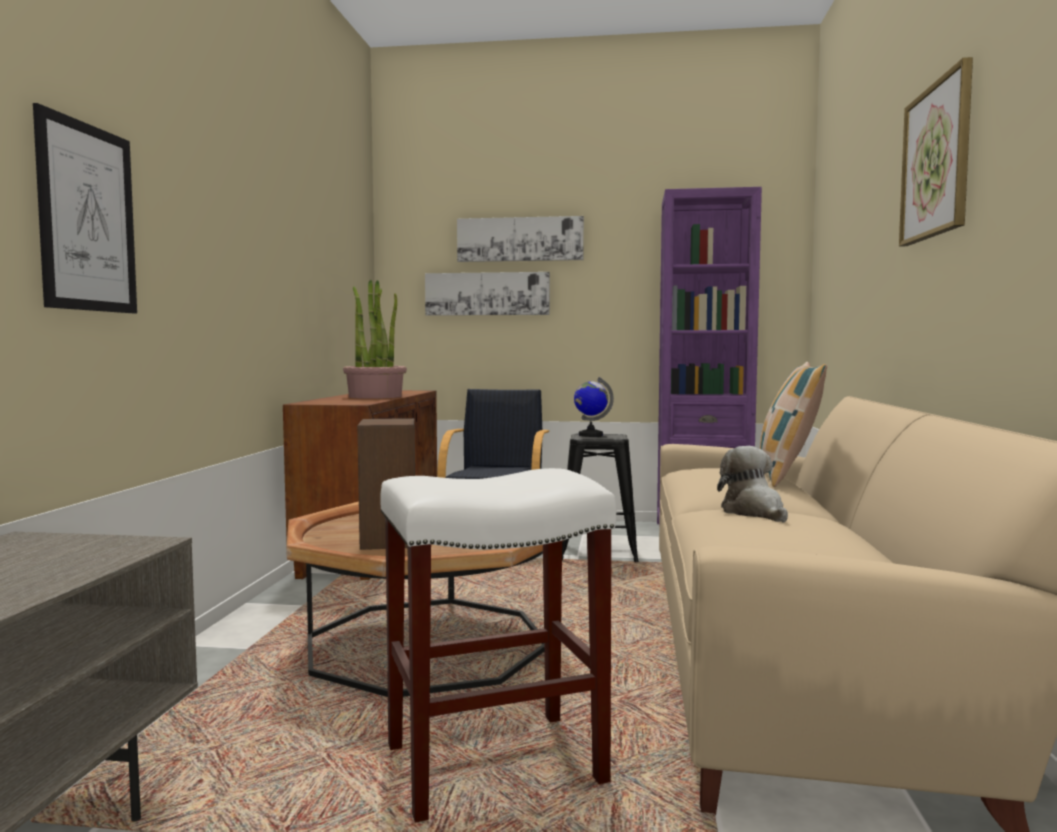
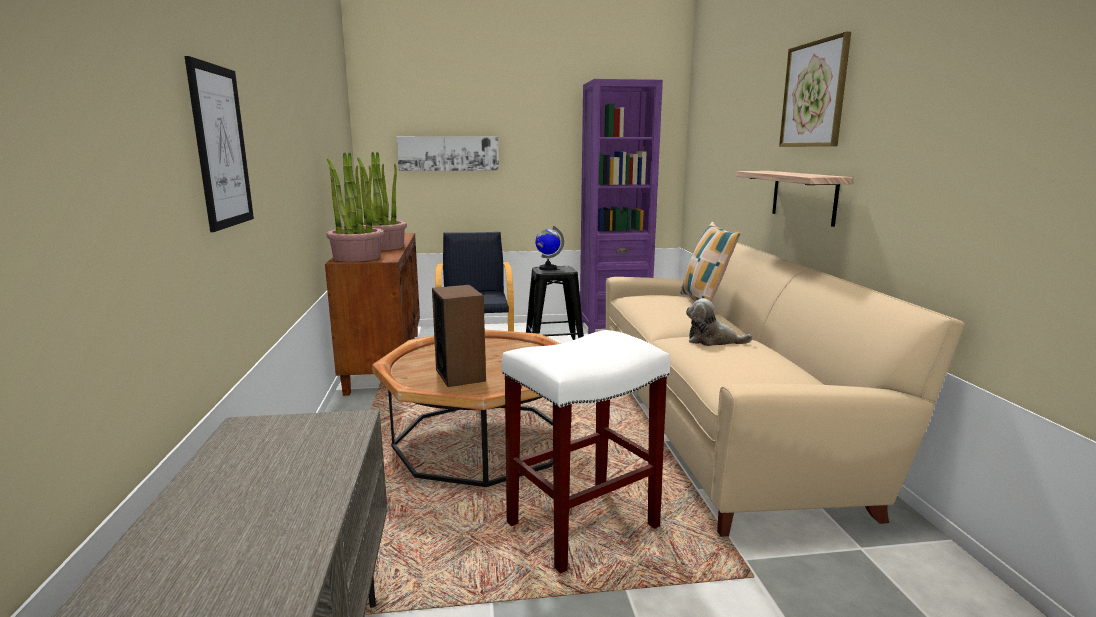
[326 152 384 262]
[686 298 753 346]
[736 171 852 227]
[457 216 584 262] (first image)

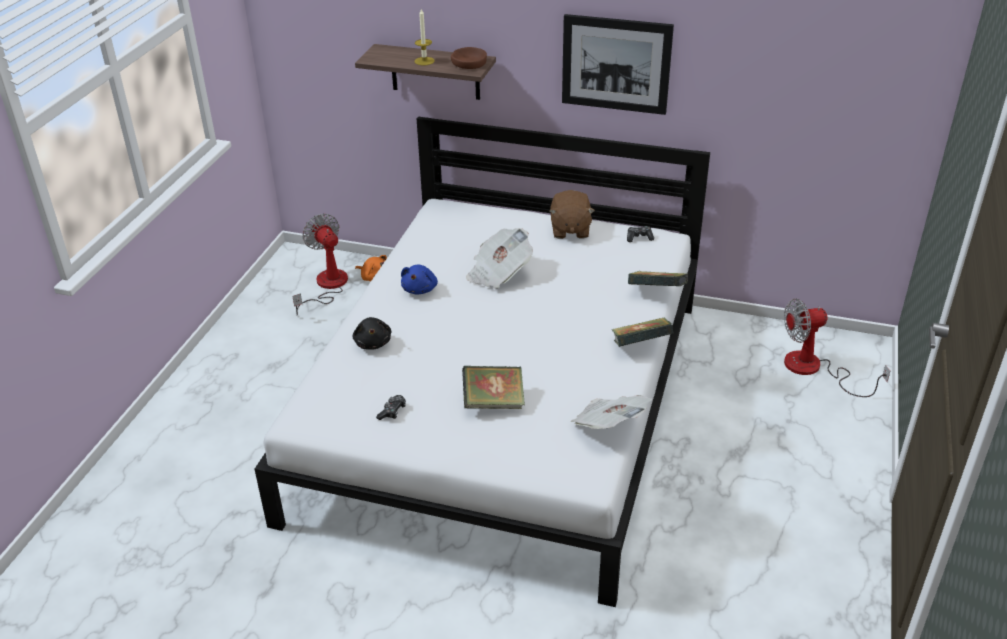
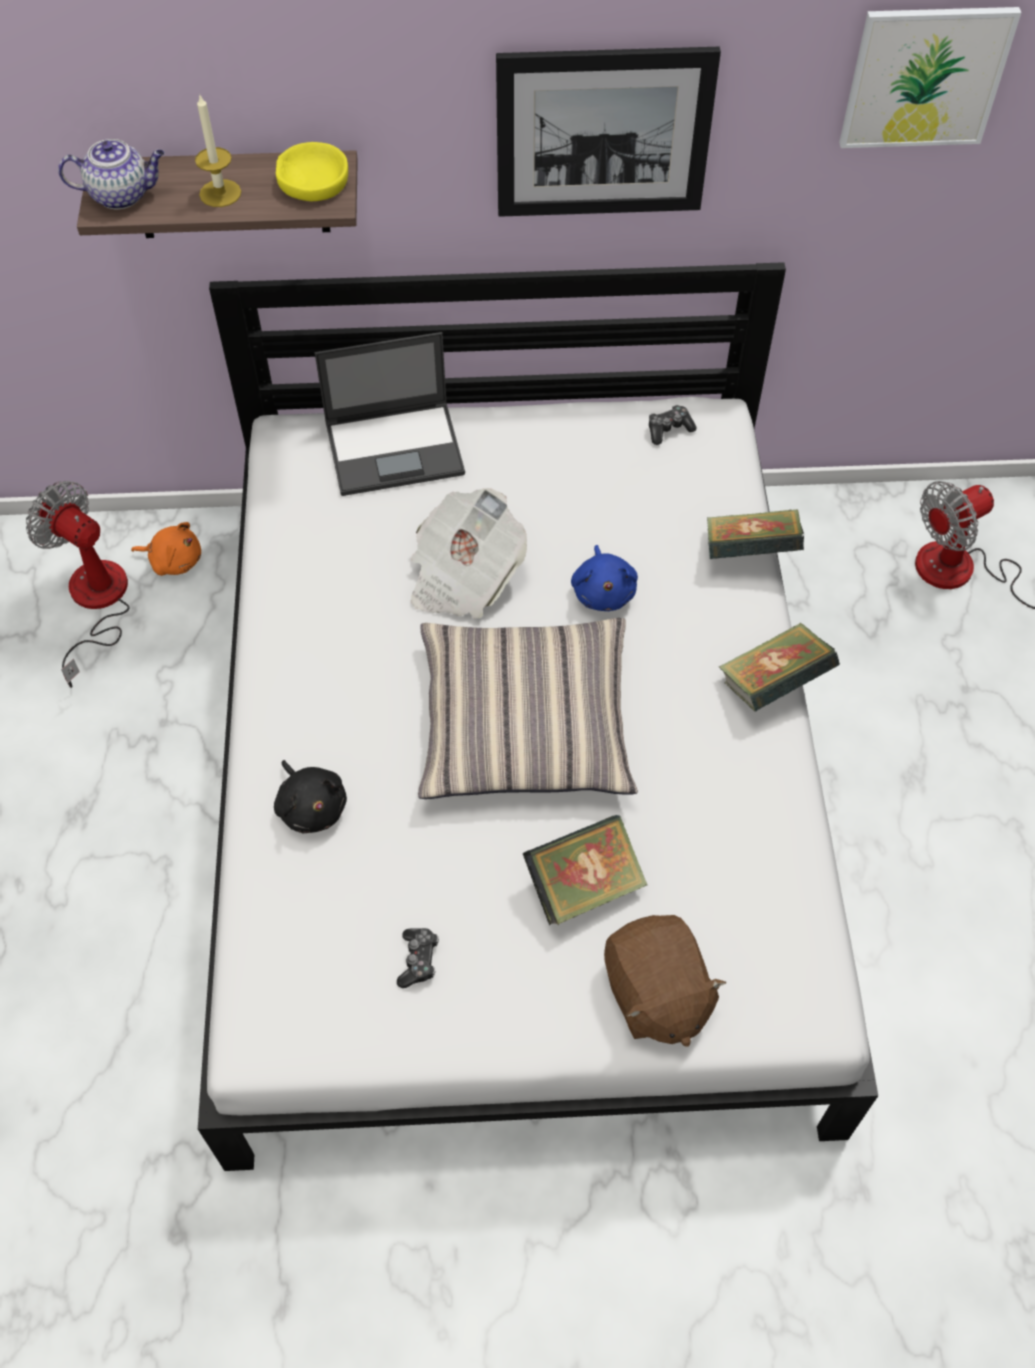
[58 139 165 209]
[276 142 348 201]
[315 332 465 496]
[418 618 638 799]
[571 545 638 611]
[604 915 727 1047]
[839 7 1021 148]
[571 395 652 429] (first image)

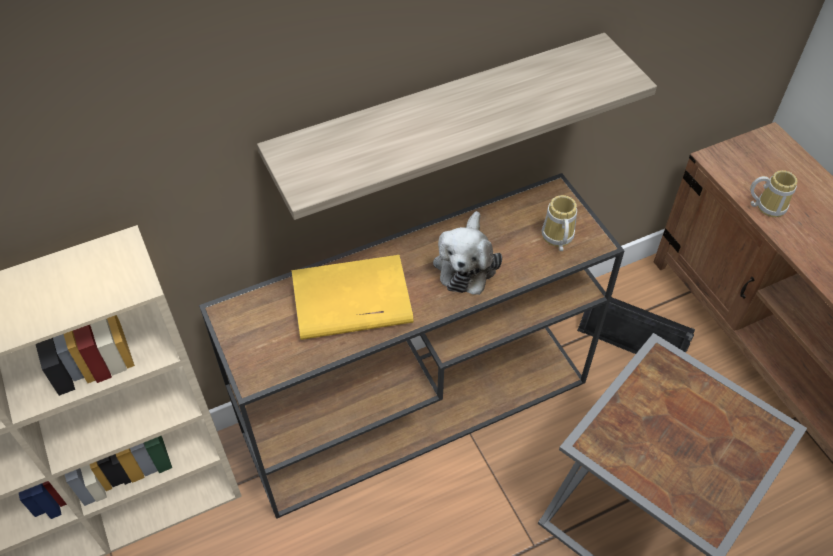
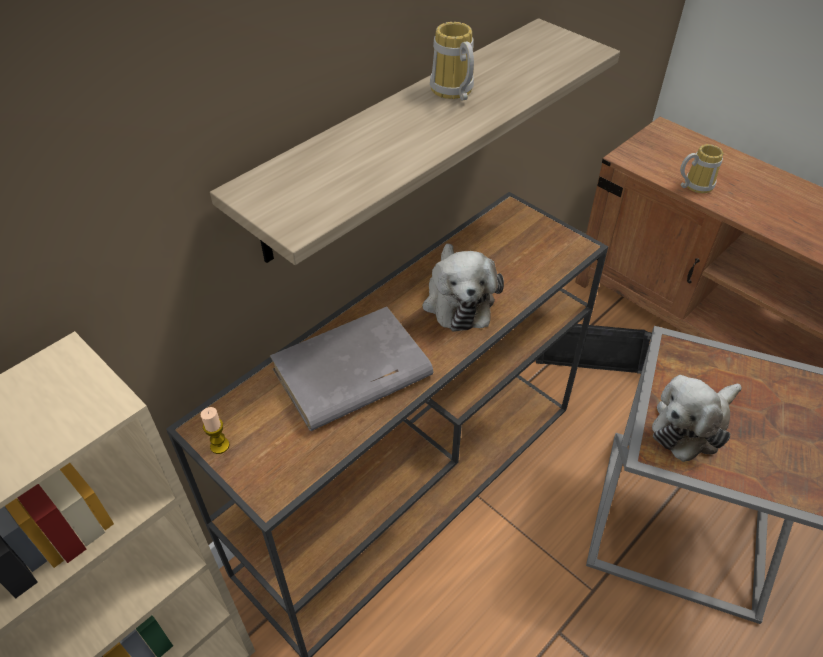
[201 407 230 454]
[270 307 433 431]
[430 22 474 100]
[652 375 742 462]

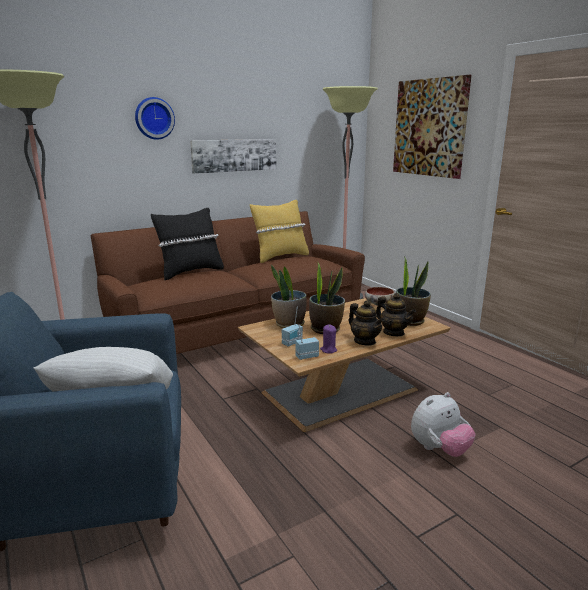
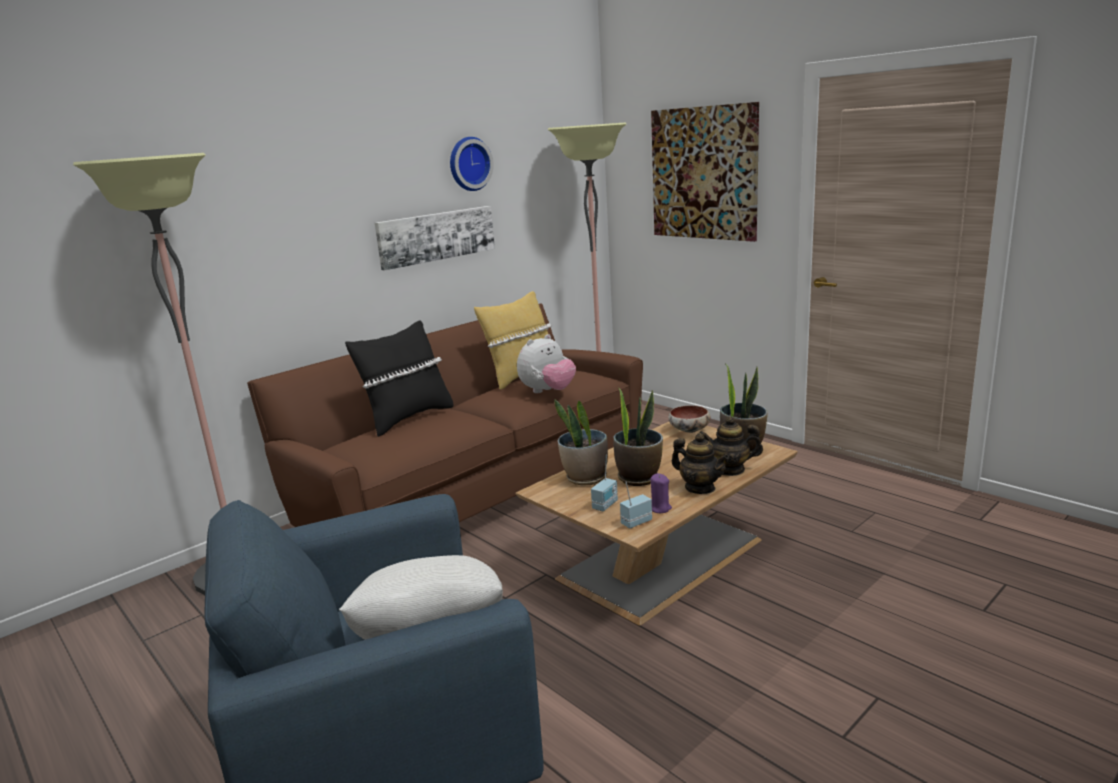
[450 137 494 191]
[517 334 576 393]
[700 416 763 476]

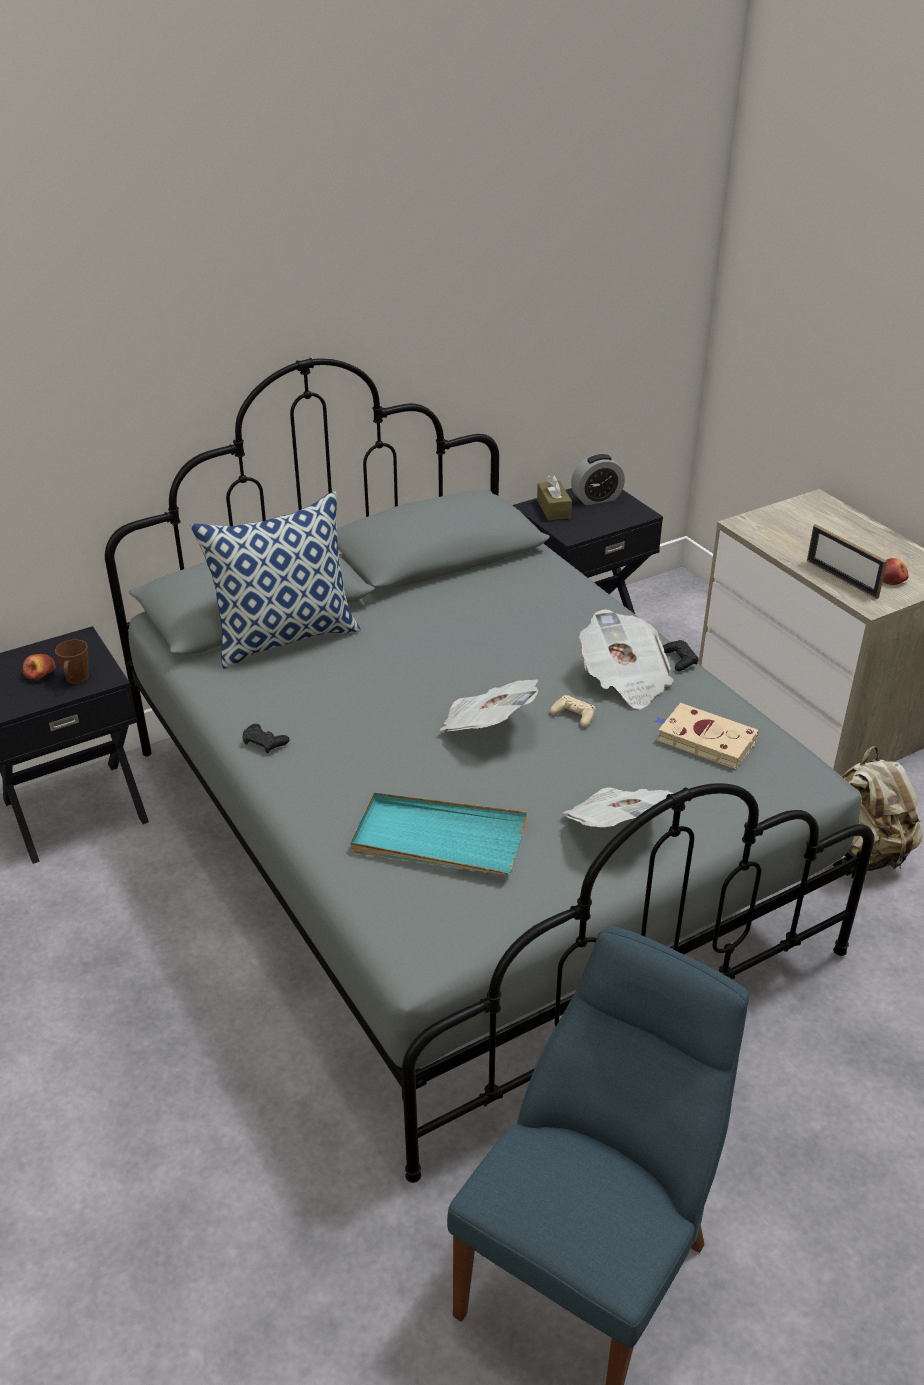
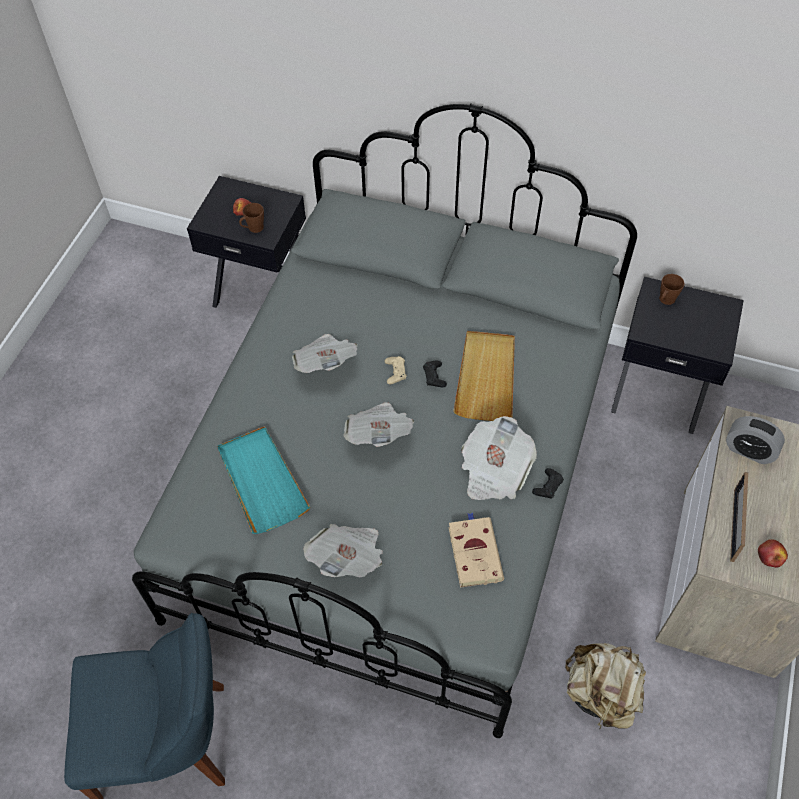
[292 334 357 373]
[385 356 407 384]
[423 361 447 387]
[453 331 515 421]
[659 274 684 305]
[726 416 785 464]
[191 491 361 669] (first image)

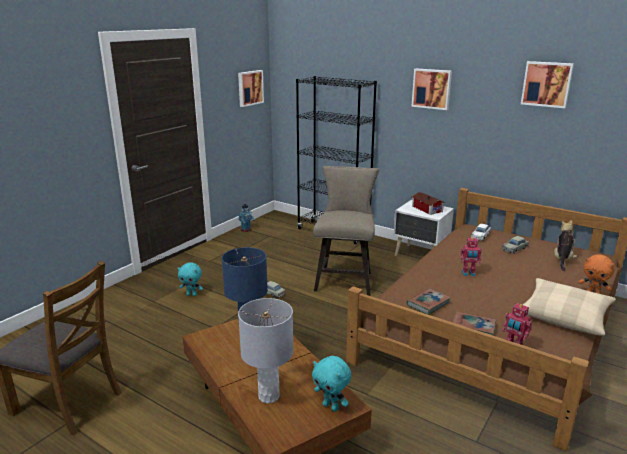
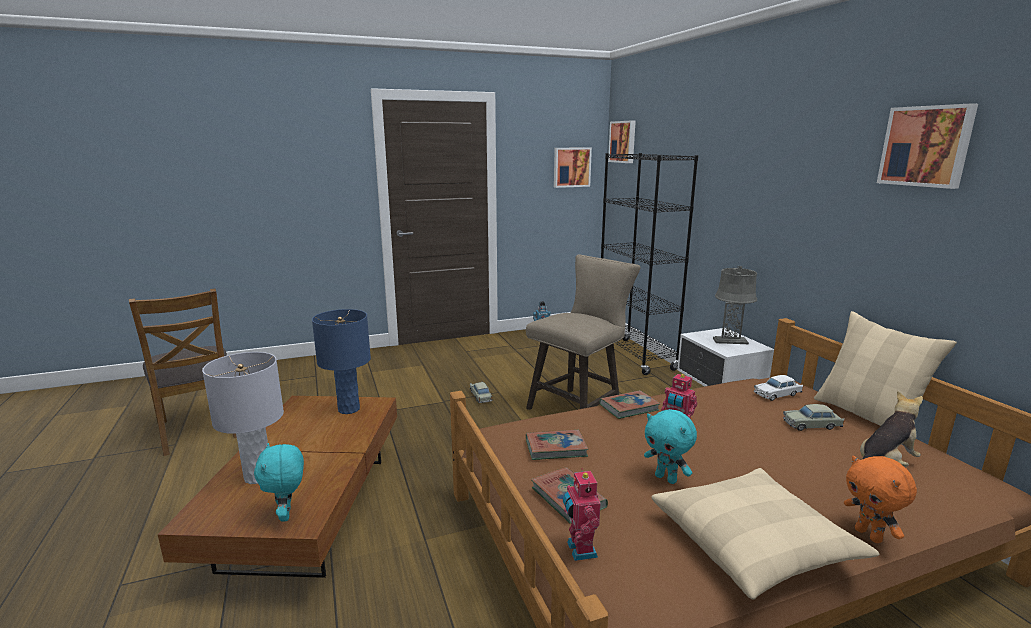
[599 390 660 419]
[608 120 636 163]
[644 409 697 484]
[713 266 757 344]
[814 311 957 426]

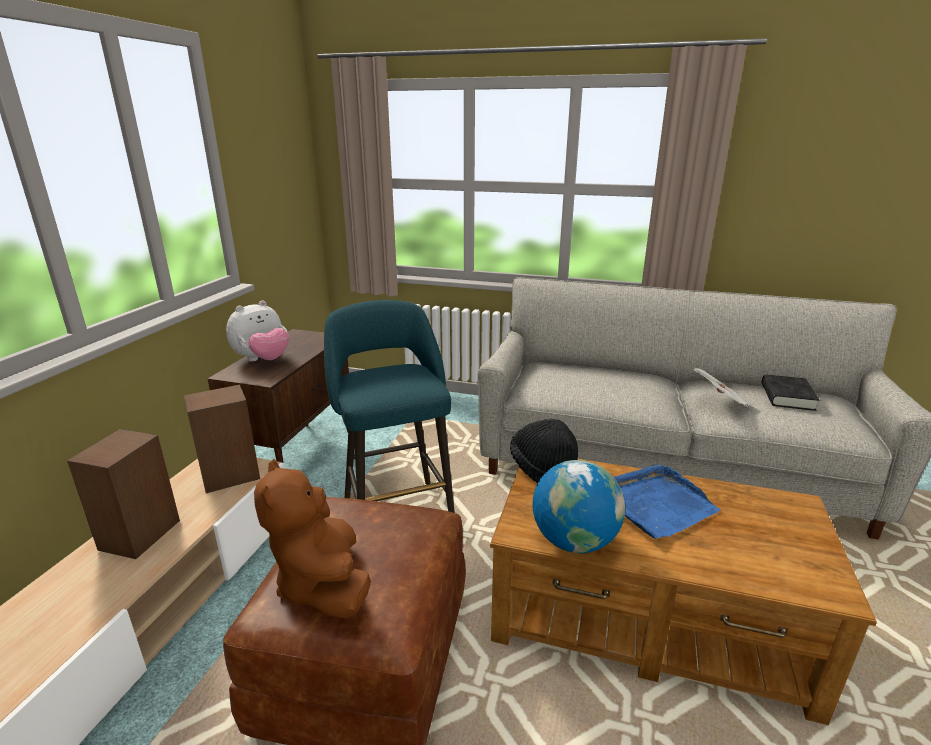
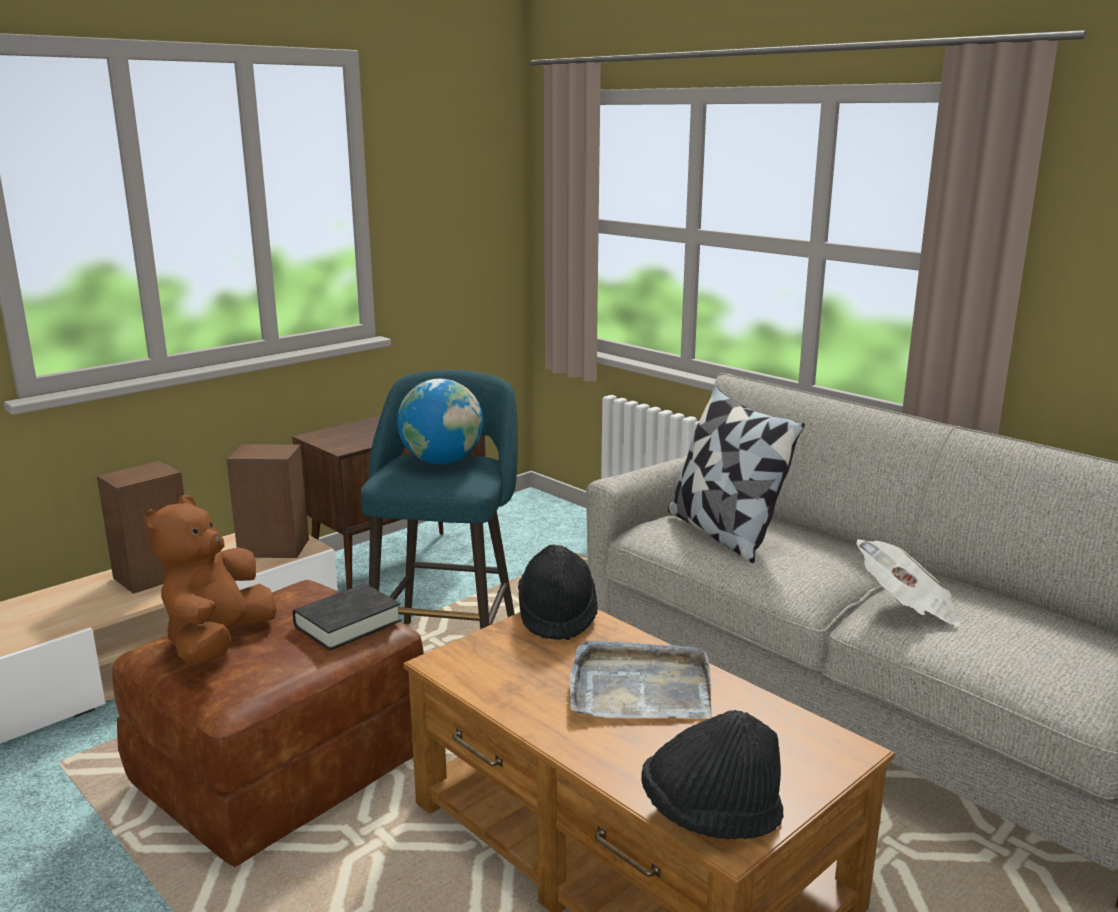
[293 584 401 651]
[397 379 483 464]
[570 639 712 718]
[642 710 784 839]
[668 386 805 563]
[226 300 289 362] (first image)

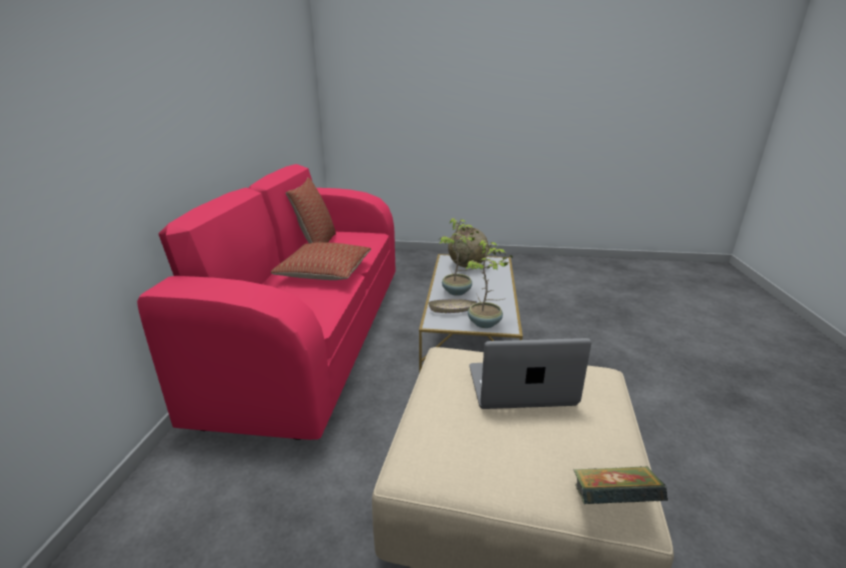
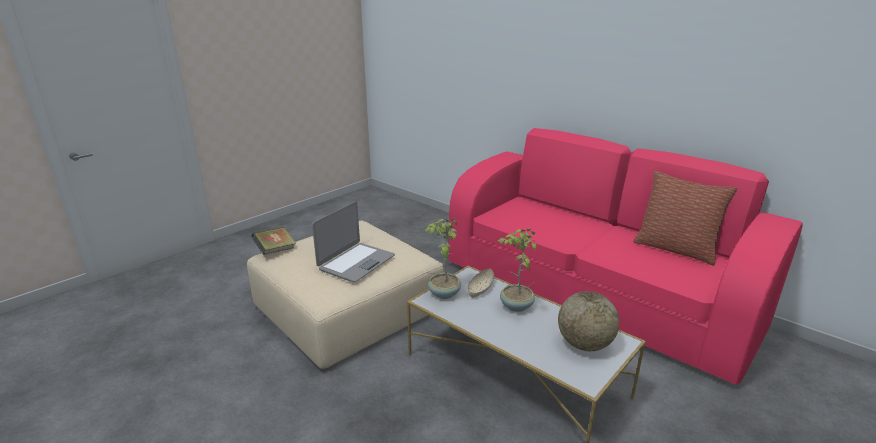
[271 243 371 280] (first image)

